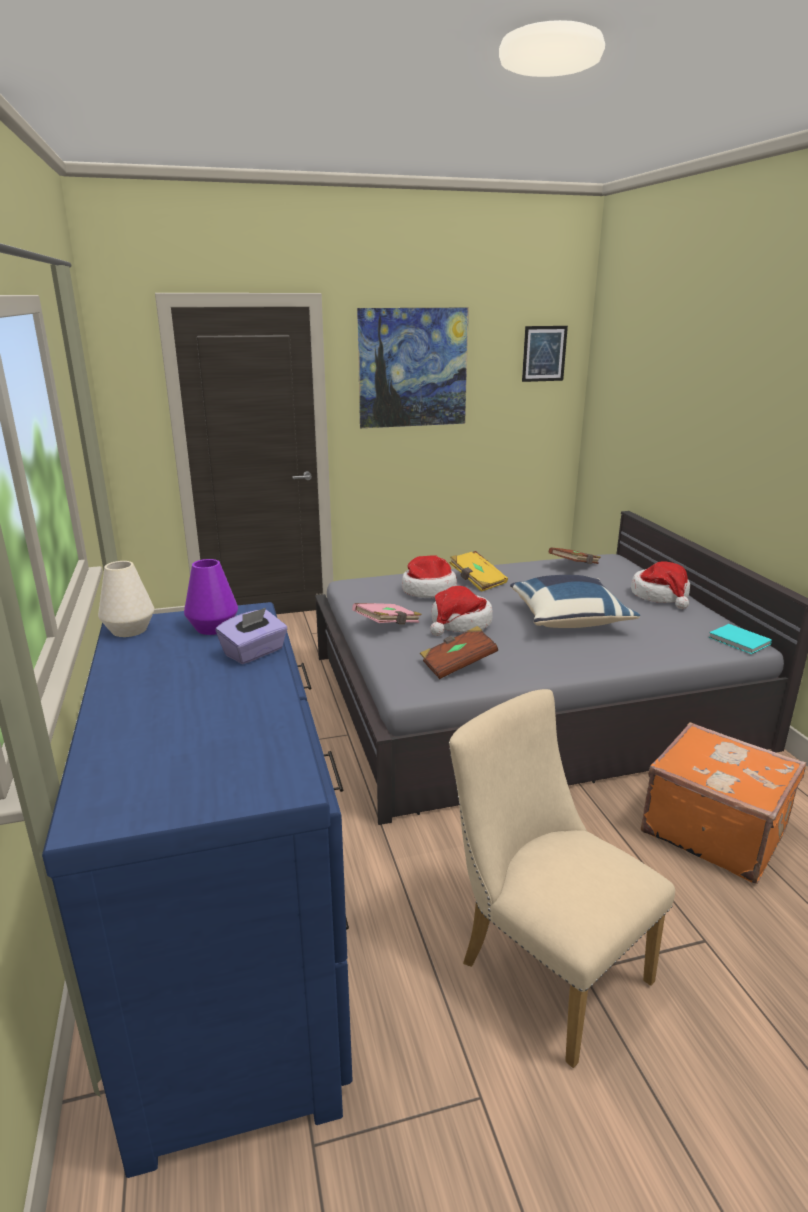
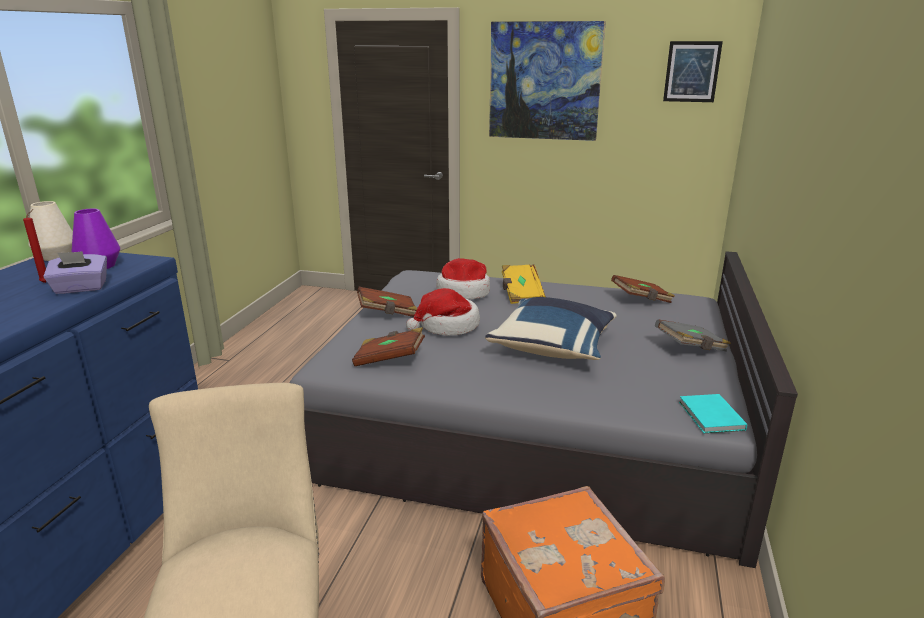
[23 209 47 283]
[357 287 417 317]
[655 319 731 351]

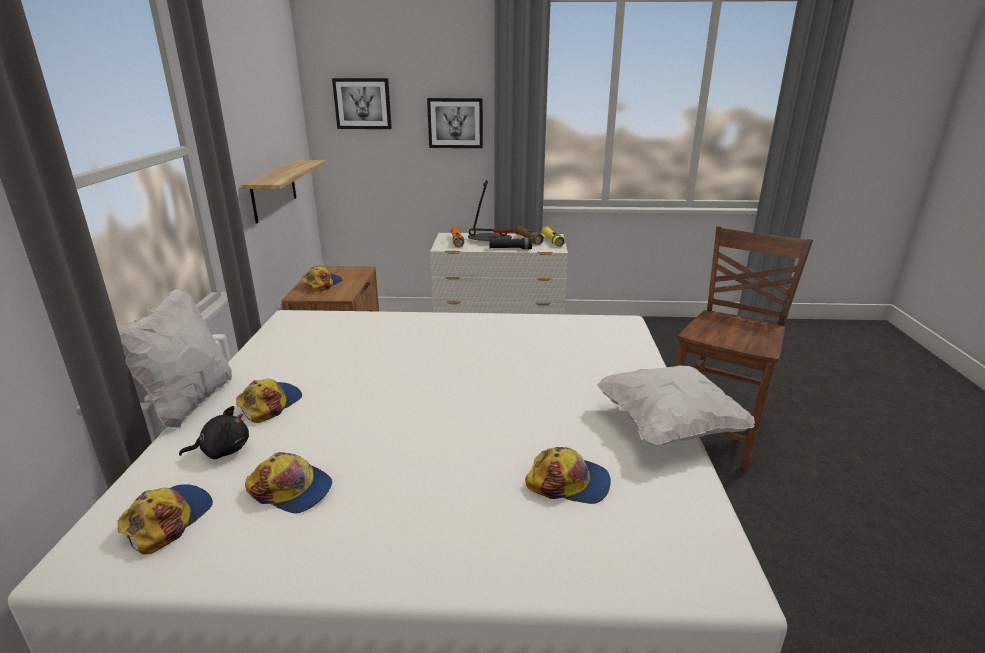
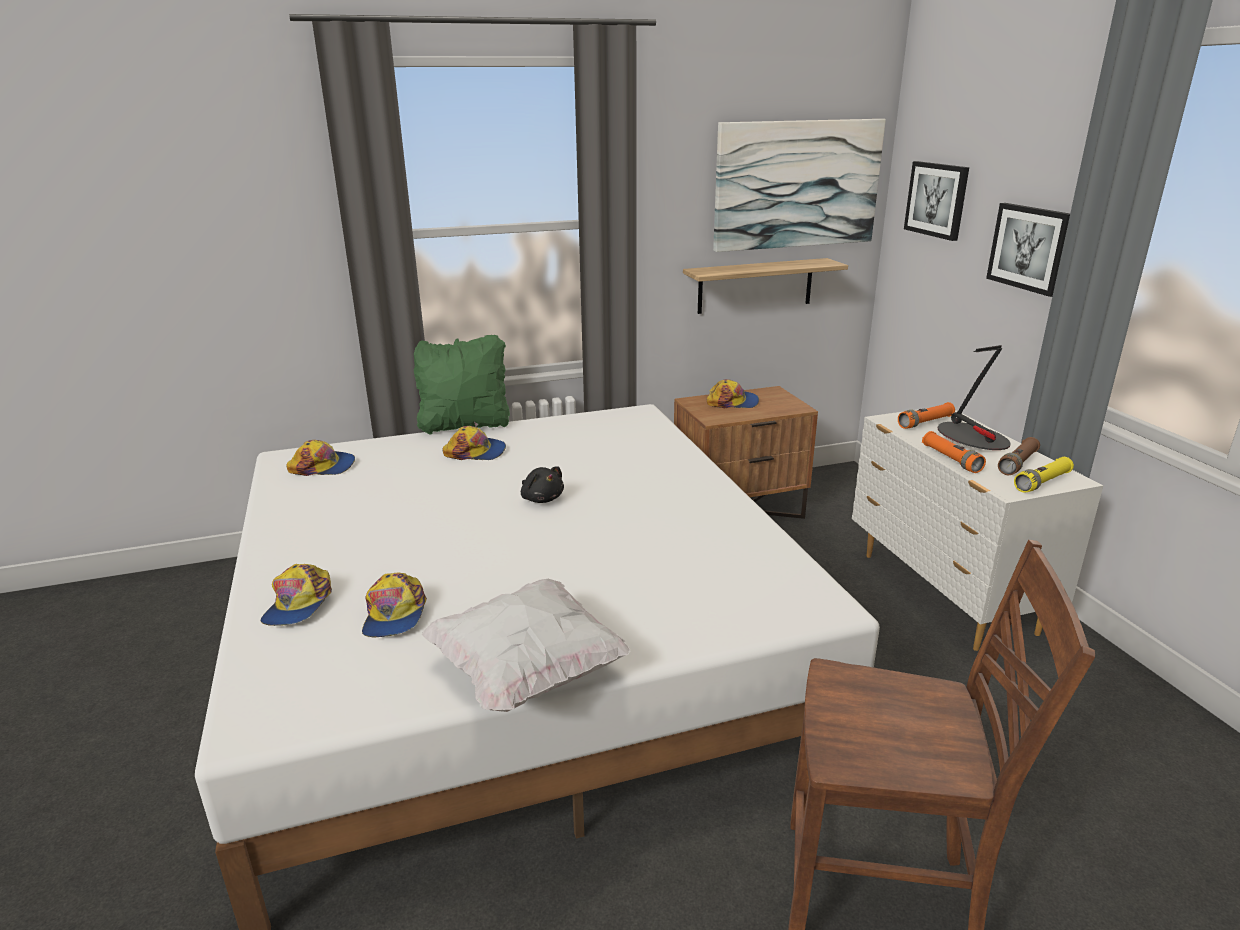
[260 564 332 626]
[414 335 510 435]
[521 466 564 503]
[713 119 886 252]
[922 431 986 473]

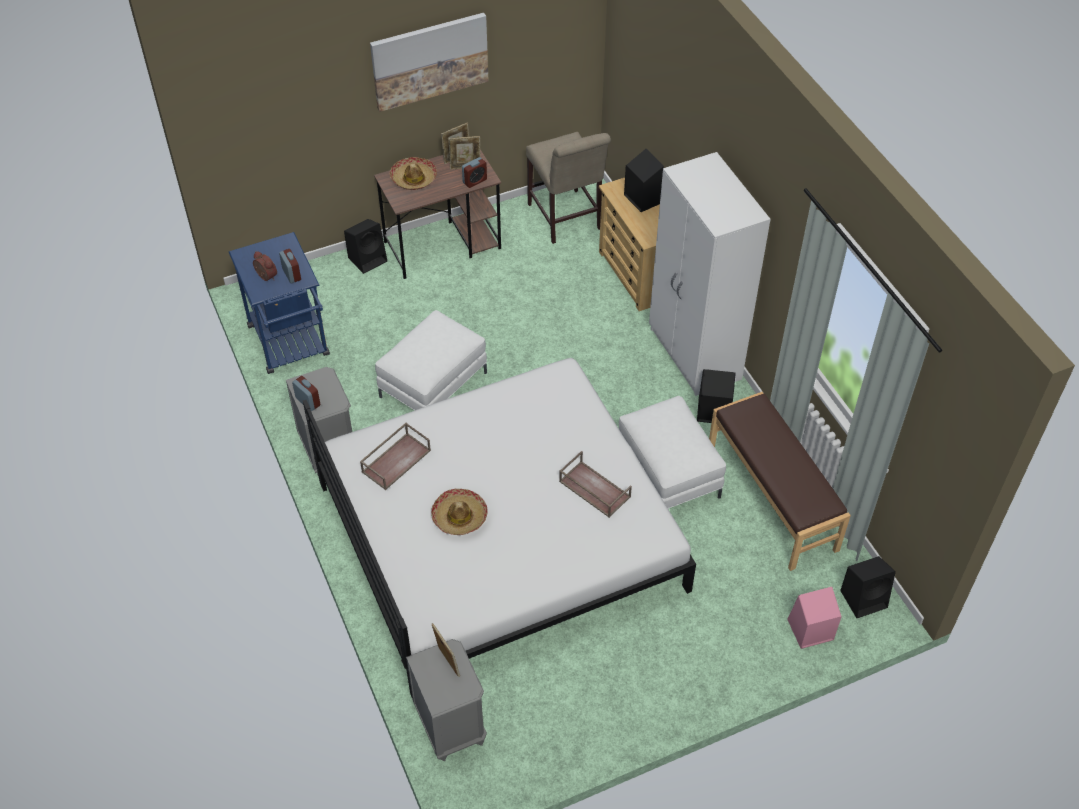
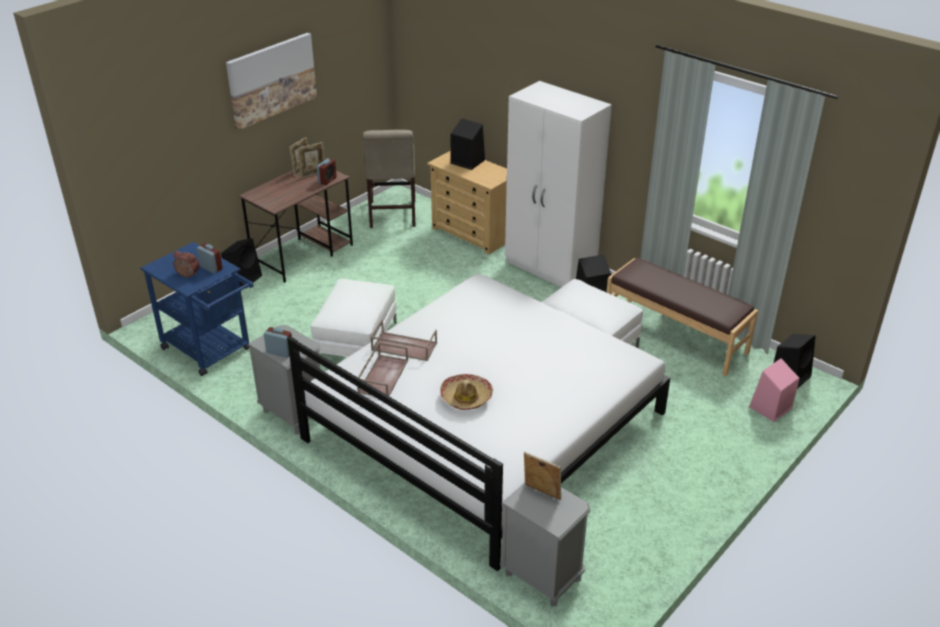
[363 130 416 228]
[370 320 437 361]
[390 157 437 190] (first image)

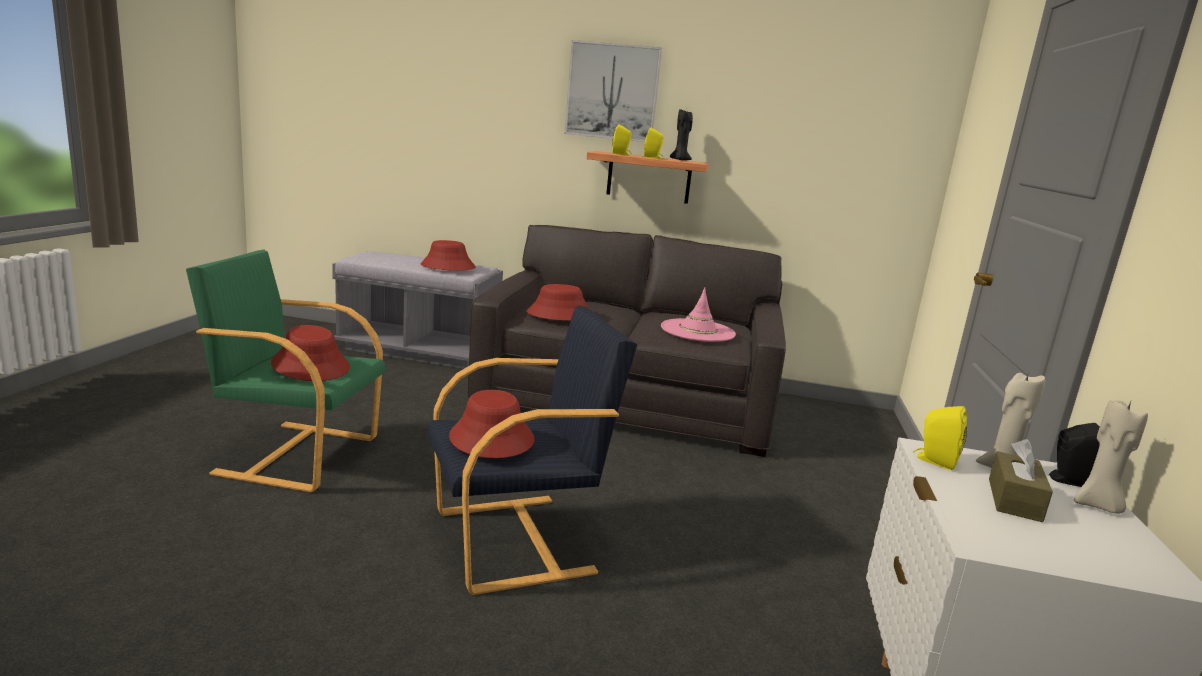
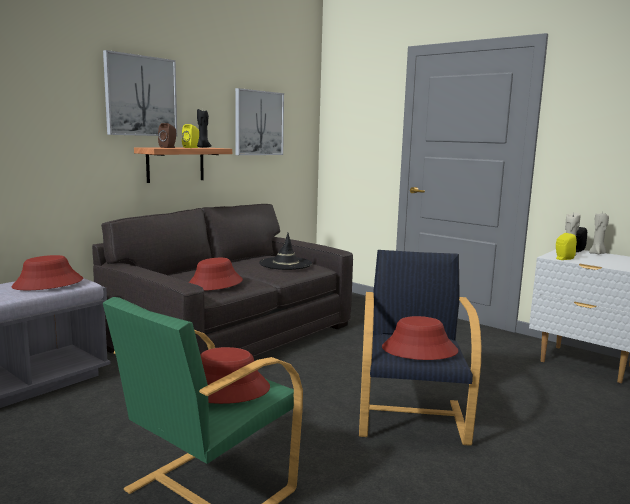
[158 123 176 148]
[235 88 284 155]
[259 233 312 270]
[989 439 1053 522] (first image)

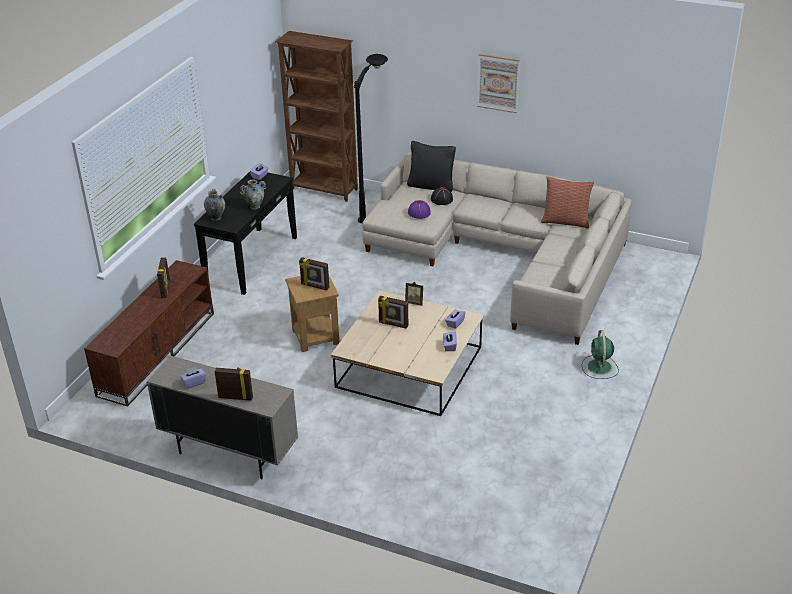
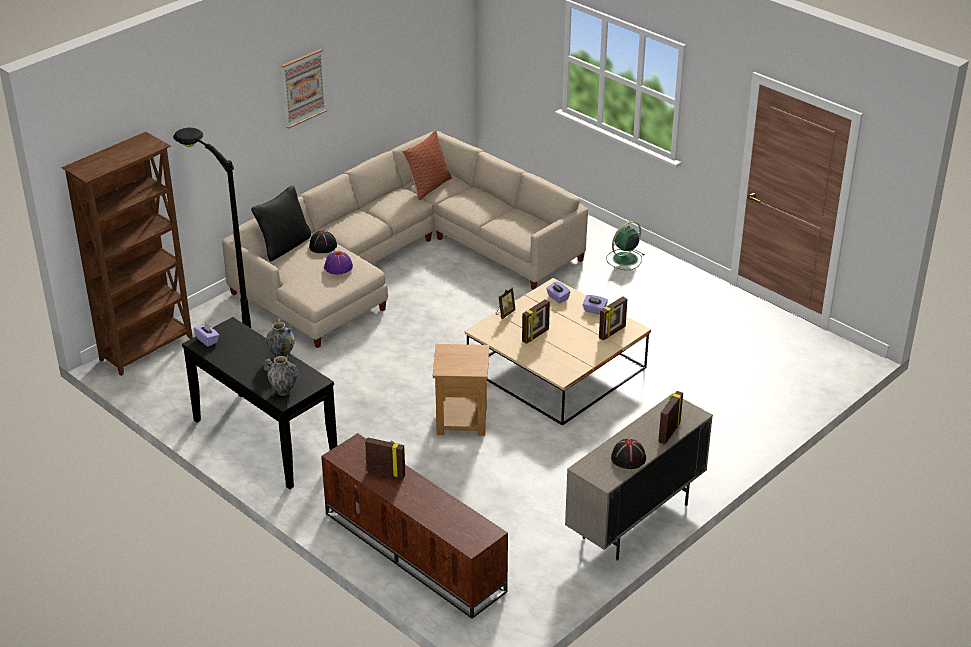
[599 297 627 340]
[606 221 644 270]
[611 439 646 469]

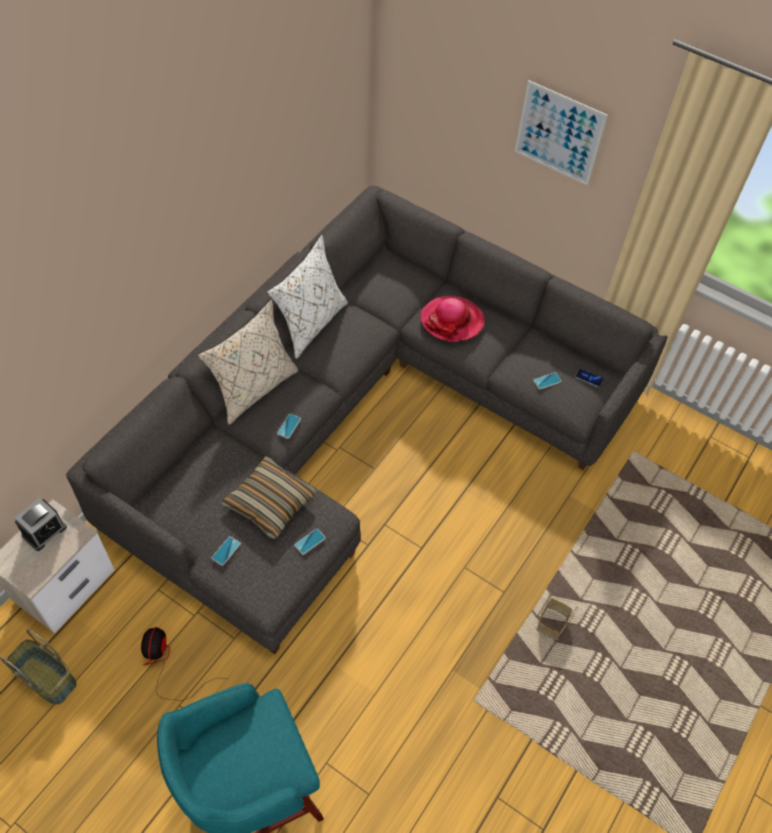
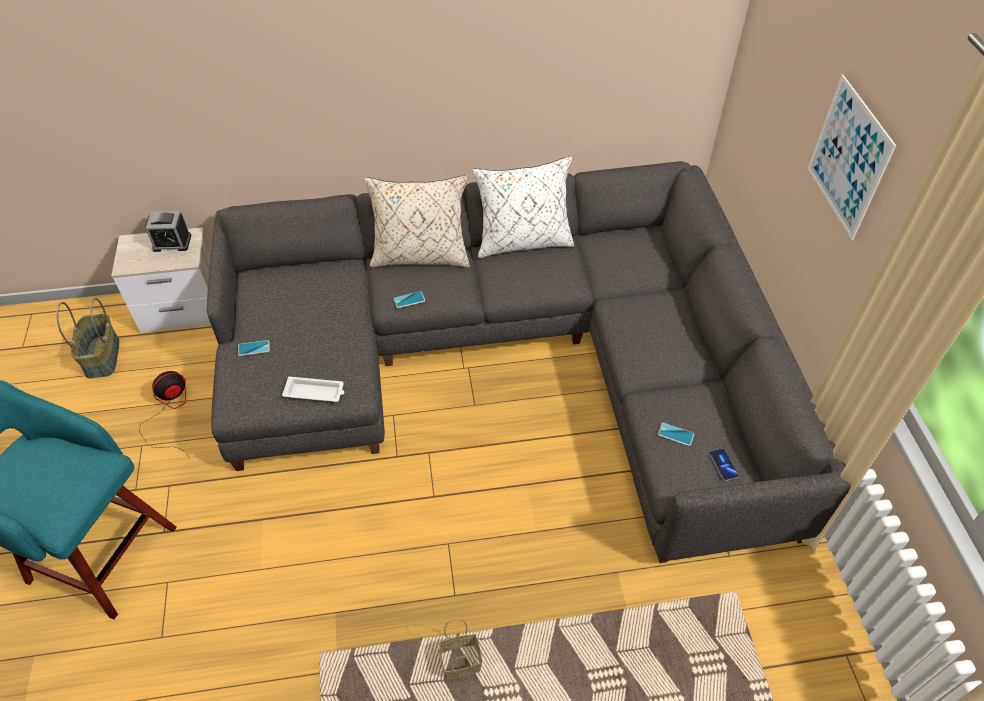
[282 376 344 402]
[221 456 317 539] (first image)
[421 295 485 342] (first image)

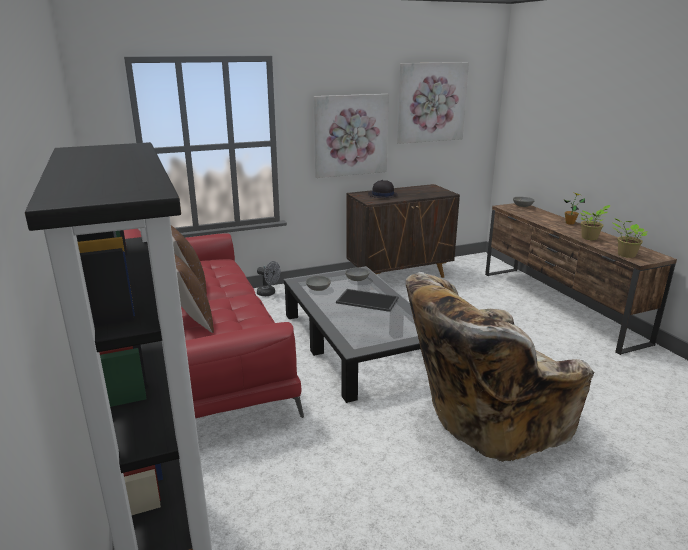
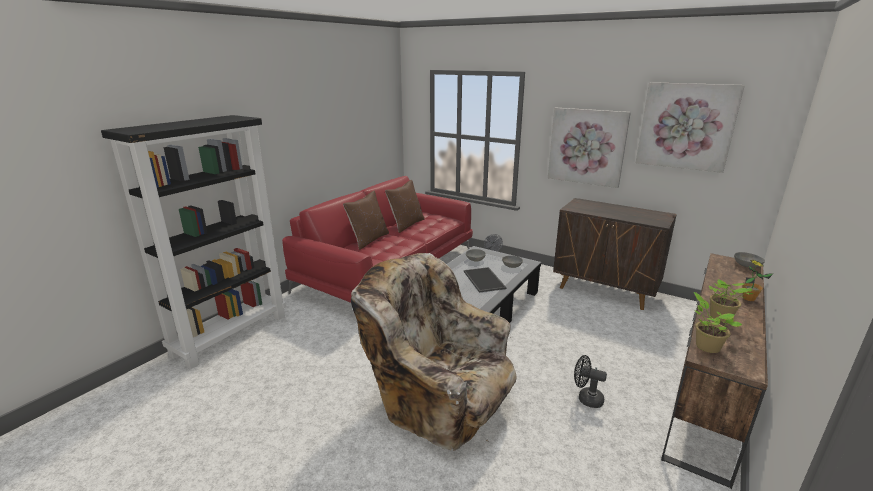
[574 355 607 408]
[368 180 398 198] (first image)

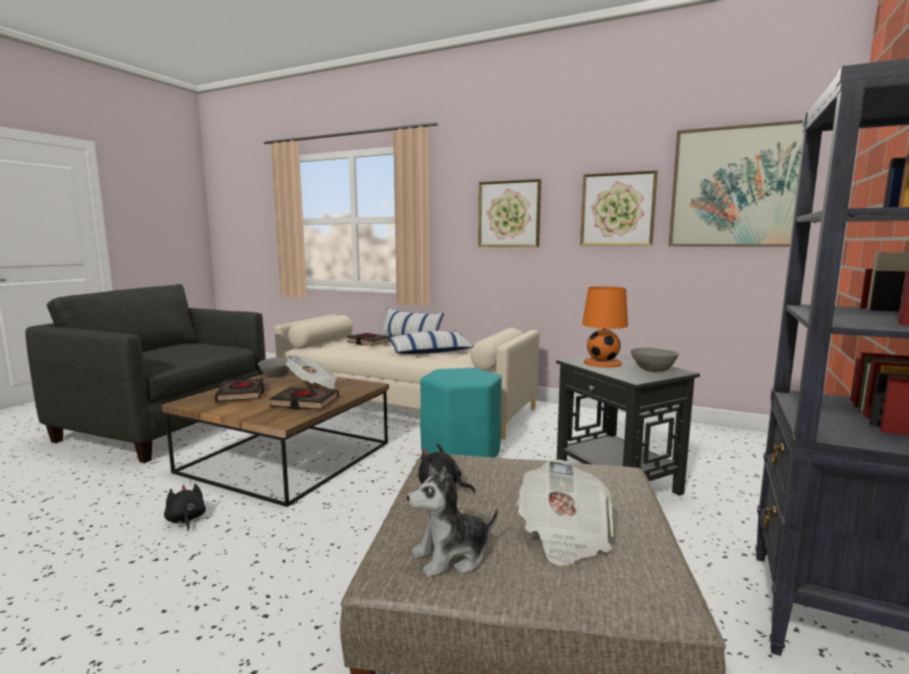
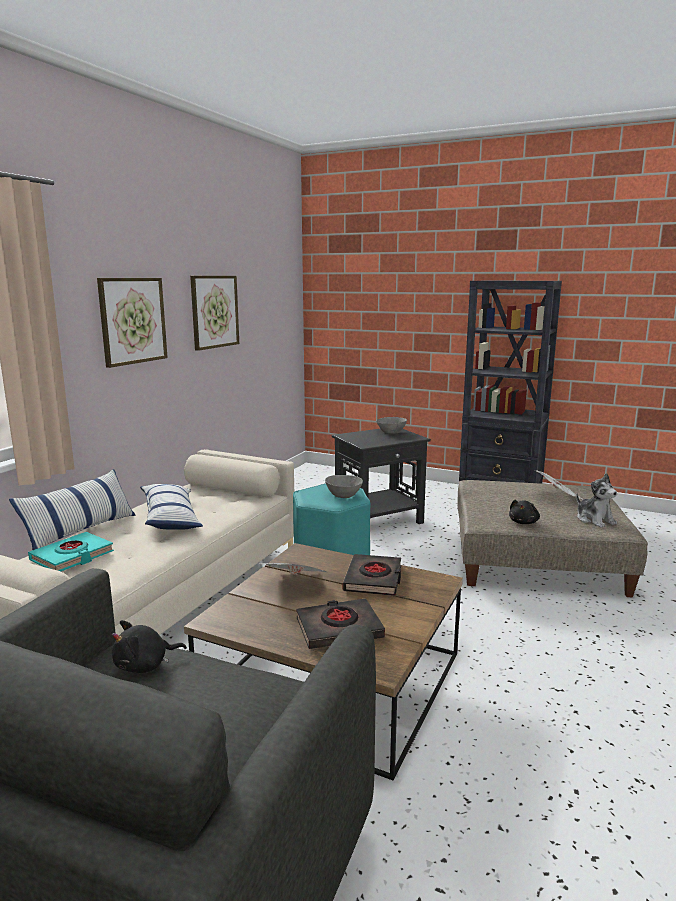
[28 532 114 571]
[112 620 187 673]
[325 475 363 498]
[582 286 628 368] (first image)
[668 120 803 247] (first image)

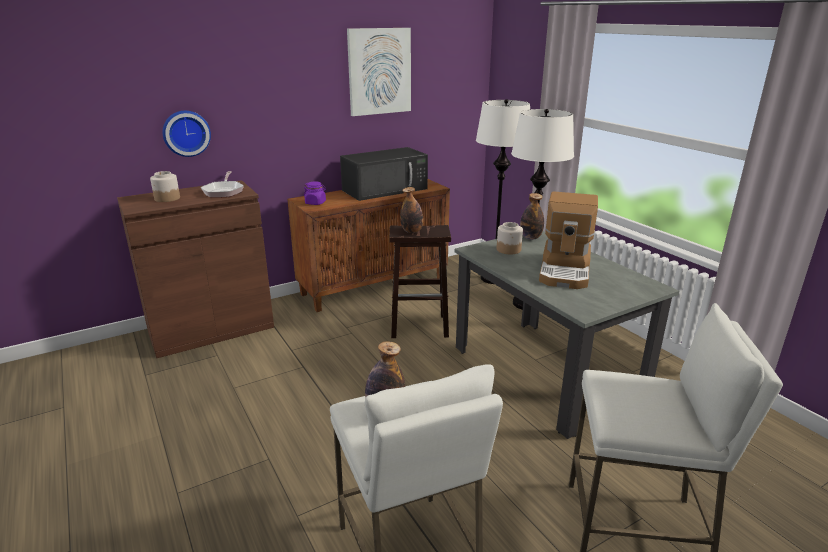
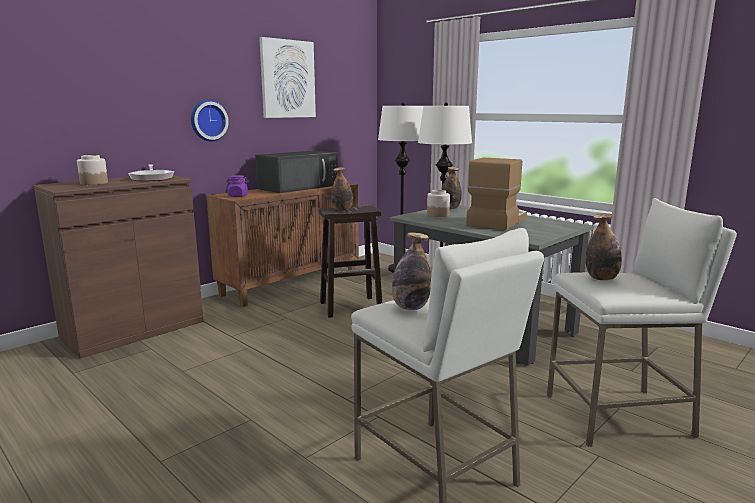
[191 100 229 141]
[466 158 527 230]
[586 213 622 280]

